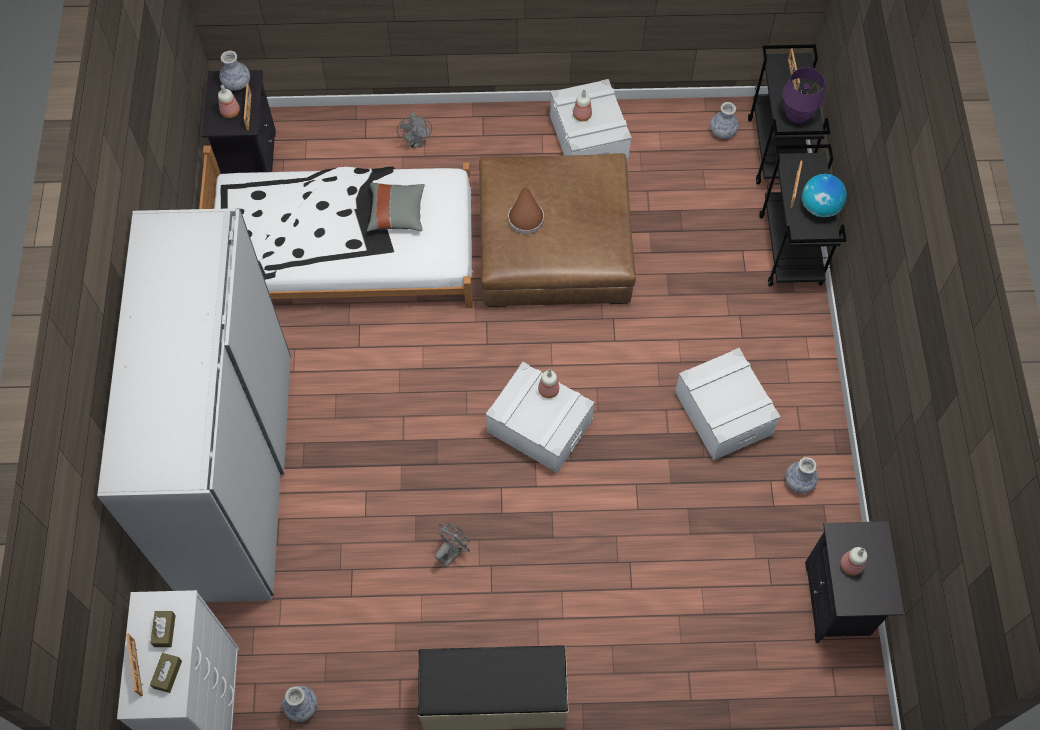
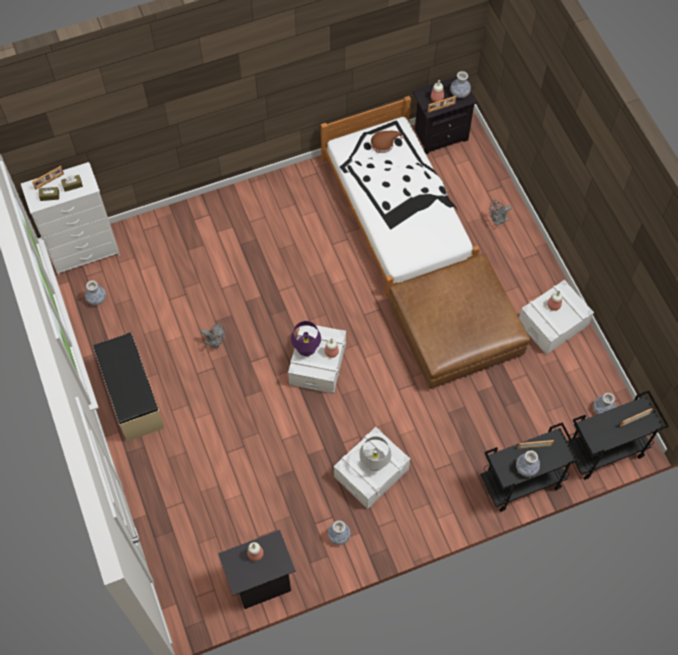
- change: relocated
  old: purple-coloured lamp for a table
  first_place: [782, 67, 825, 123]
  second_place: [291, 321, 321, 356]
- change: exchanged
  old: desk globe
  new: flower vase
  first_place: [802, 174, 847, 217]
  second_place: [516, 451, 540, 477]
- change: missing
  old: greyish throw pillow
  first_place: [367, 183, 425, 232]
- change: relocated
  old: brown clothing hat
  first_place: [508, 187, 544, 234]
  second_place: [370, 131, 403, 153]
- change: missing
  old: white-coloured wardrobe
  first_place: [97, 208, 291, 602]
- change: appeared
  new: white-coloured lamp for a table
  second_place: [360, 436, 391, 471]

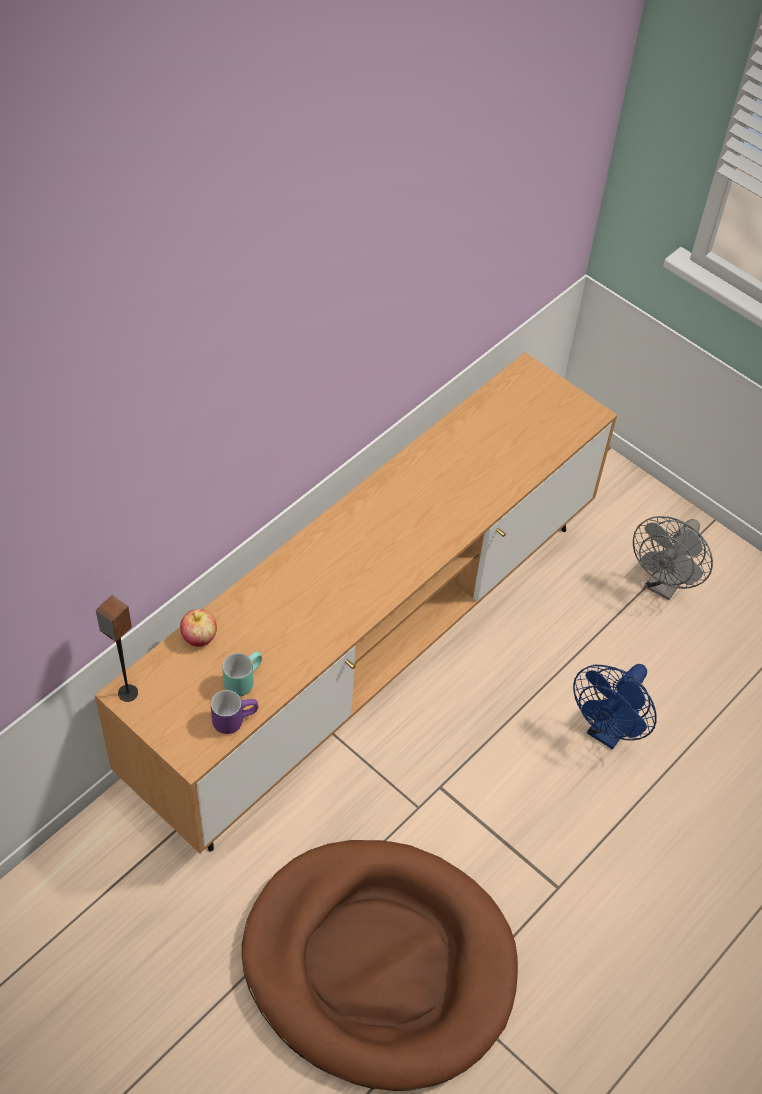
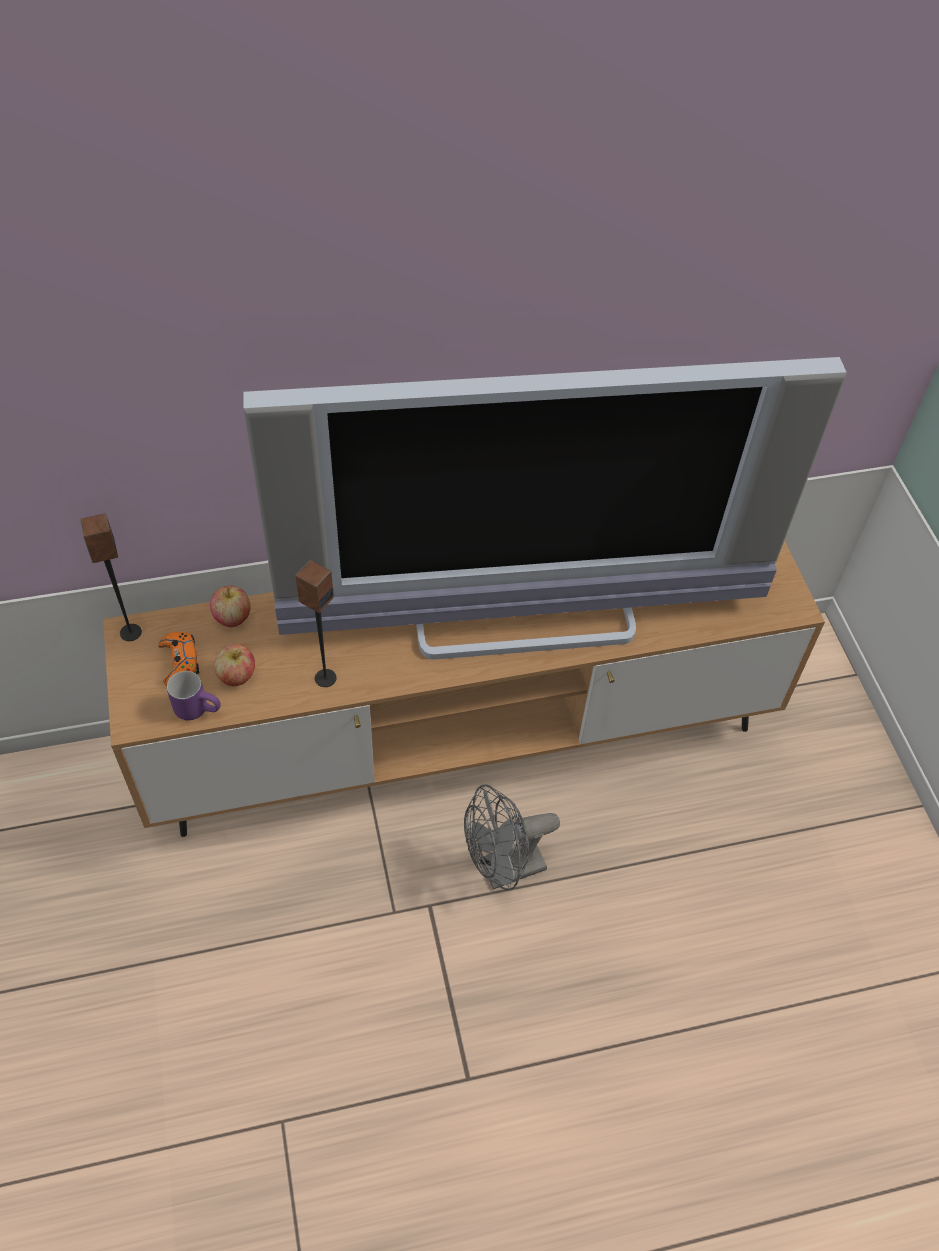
- change: relocated
  old: greyish electric fan
  first_place: [633, 516, 713, 600]
  second_place: [464, 784, 560, 890]
- change: exchanged
  old: turquoise-coloured mug
  new: apple
  first_place: [222, 652, 262, 697]
  second_place: [214, 644, 255, 686]
- change: missing
  old: blue-coloured electric fan
  first_place: [573, 664, 657, 749]
- change: missing
  old: brown pet bed
  first_place: [242, 840, 518, 1091]
- change: appeared
  new: television
  second_place: [243, 357, 847, 660]
- change: appeared
  new: loudspeaker
  second_place: [295, 560, 336, 687]
- change: appeared
  new: orangey gamepad
  second_place: [158, 632, 199, 686]

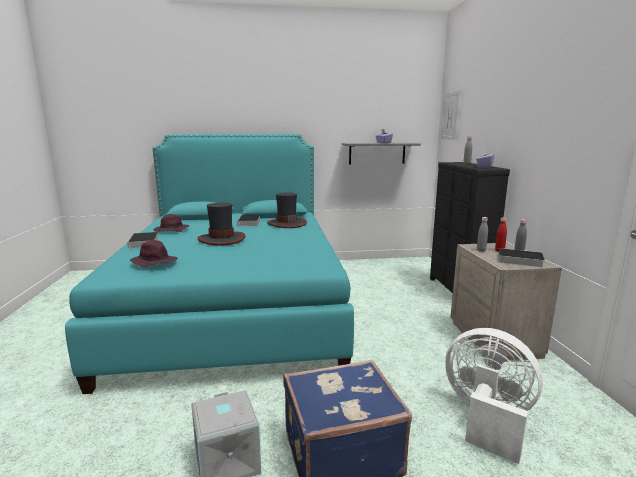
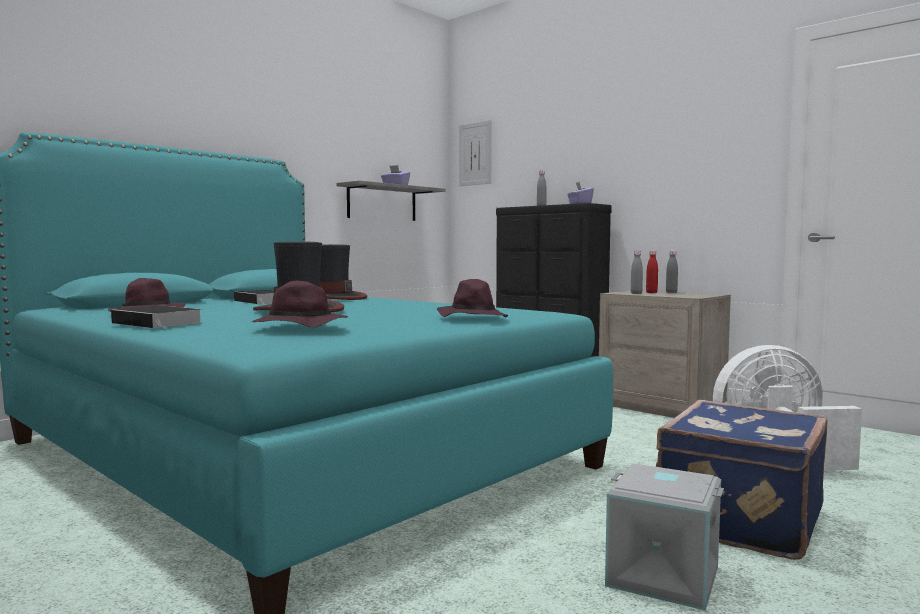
- change: missing
  old: bound book
  first_place: [494, 248, 545, 268]
- change: appeared
  new: purple-coloured clothing hat
  second_place: [437, 279, 508, 317]

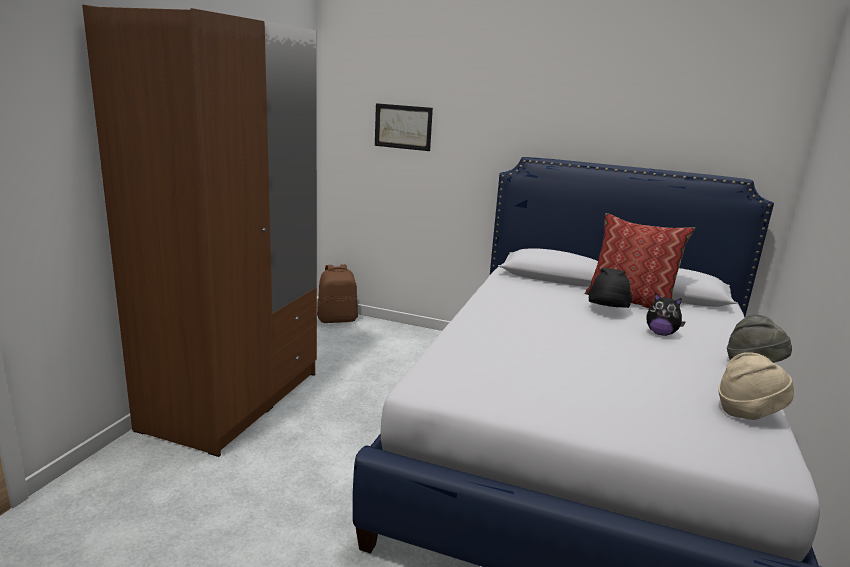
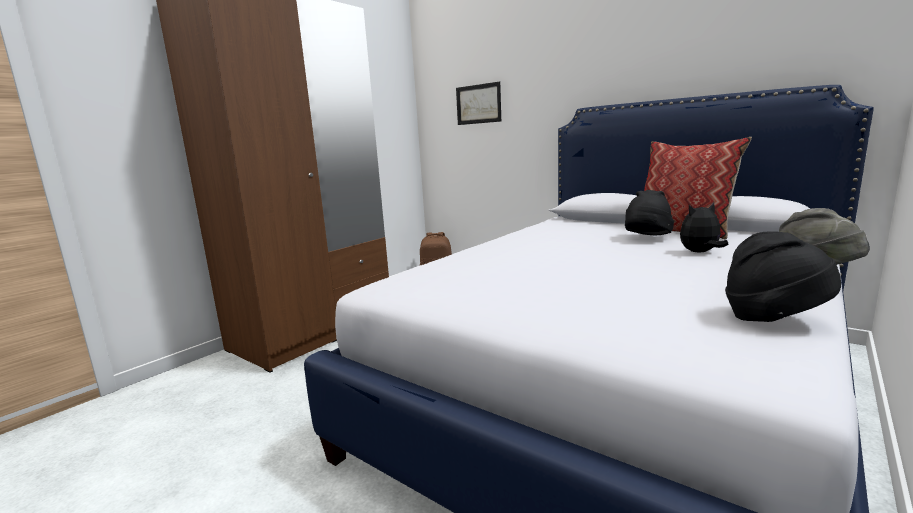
- change: spun
  old: cuddly toy
  first_place: [646, 293, 685, 336]
  second_place: [680, 203, 729, 252]
  degrees: 120
- change: colour
  old: beige-coloured clothing hat
  new: black-coloured clothing hat
  first_place: [718, 352, 794, 420]
  second_place: [725, 231, 841, 322]

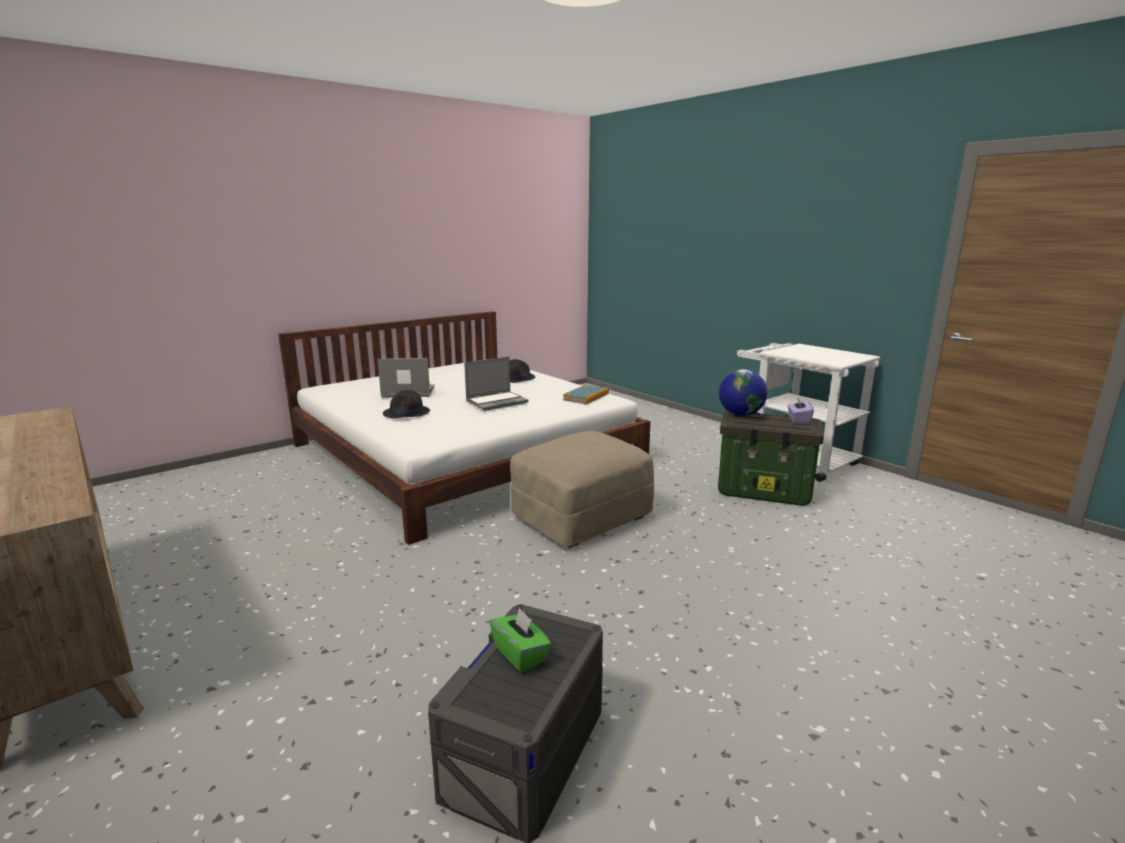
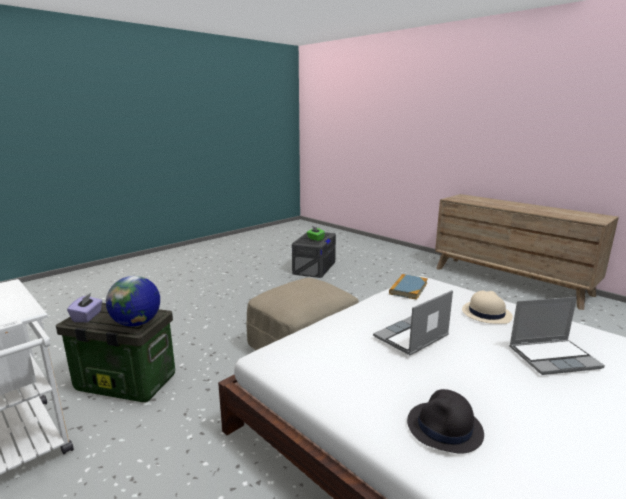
- change: relocated
  old: bound book
  first_place: [563, 385, 609, 404]
  second_place: [389, 274, 428, 300]
- change: colour
  old: black-coloured clothing hat
  new: beige-coloured clothing hat
  first_place: [383, 390, 430, 418]
  second_place: [462, 291, 513, 324]

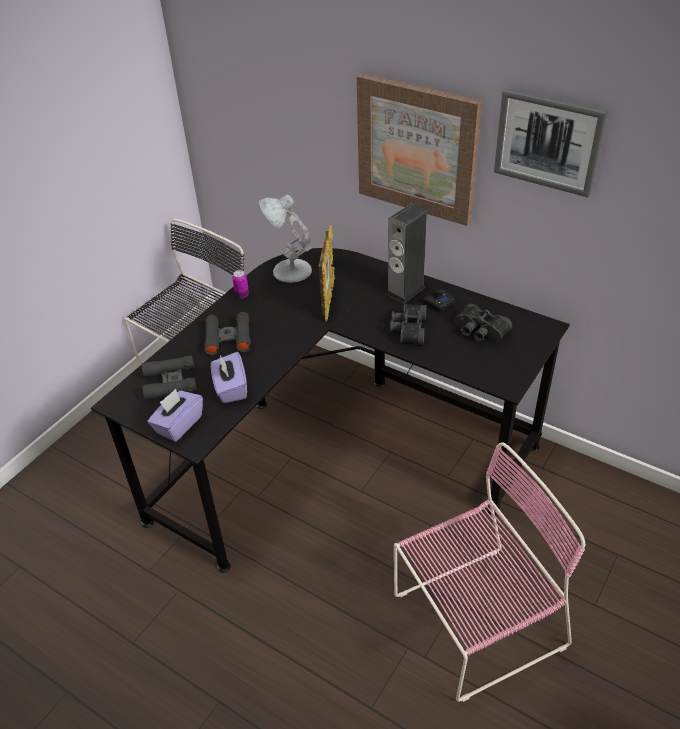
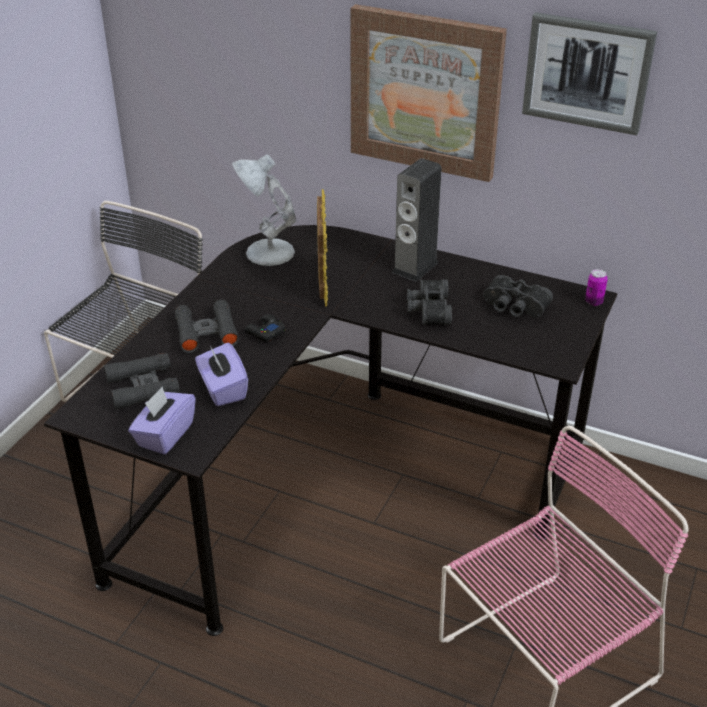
- change: relocated
  old: can
  first_place: [232, 270, 249, 298]
  second_place: [585, 269, 608, 306]
- change: relocated
  old: black-coloured gamepad
  first_place: [422, 289, 455, 310]
  second_place: [244, 314, 286, 342]

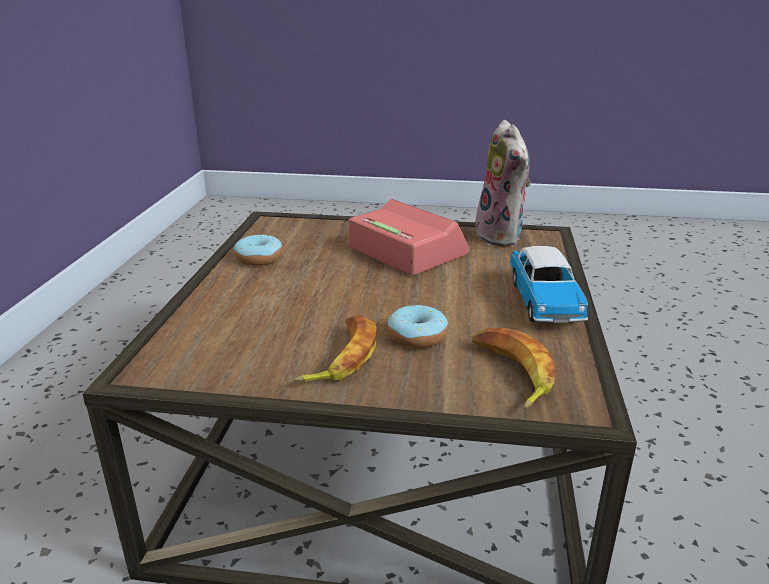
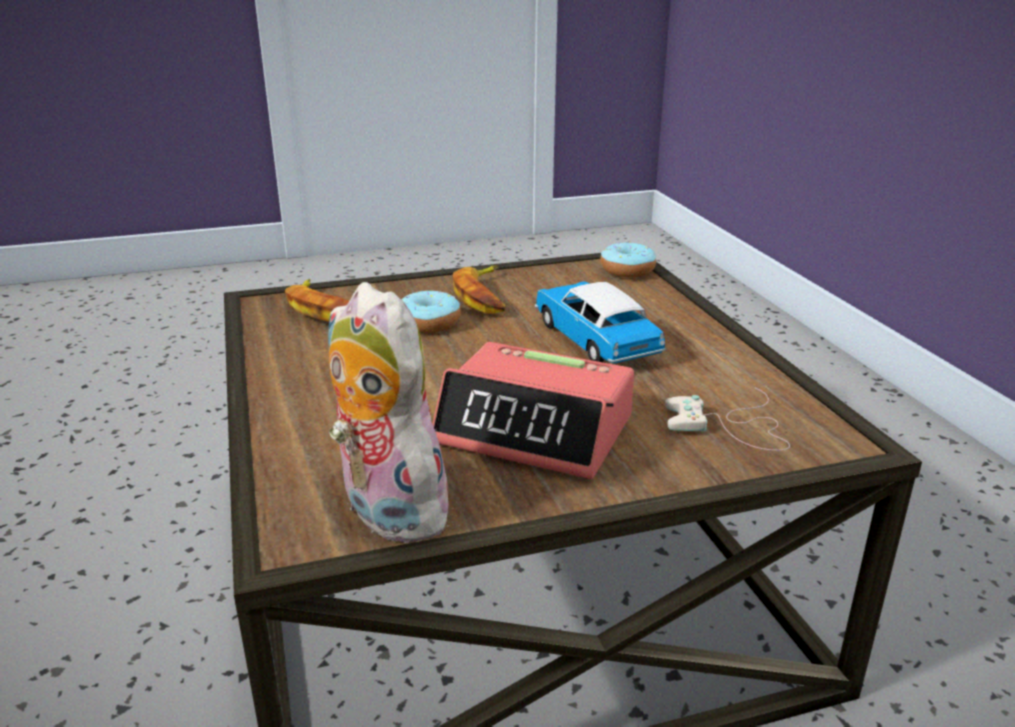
- change: relocated
  old: doughnut
  first_place: [234, 234, 283, 266]
  second_place: [600, 242, 656, 277]
- change: relocated
  old: model car
  first_place: [510, 246, 588, 323]
  second_place: [535, 281, 666, 364]
- change: appeared
  new: white-coloured gamepad
  second_place: [665, 387, 790, 451]

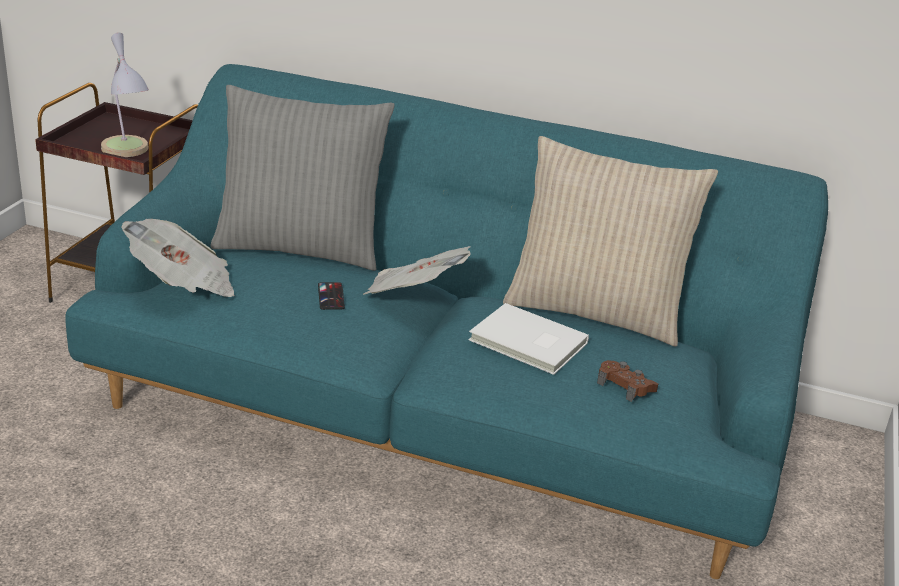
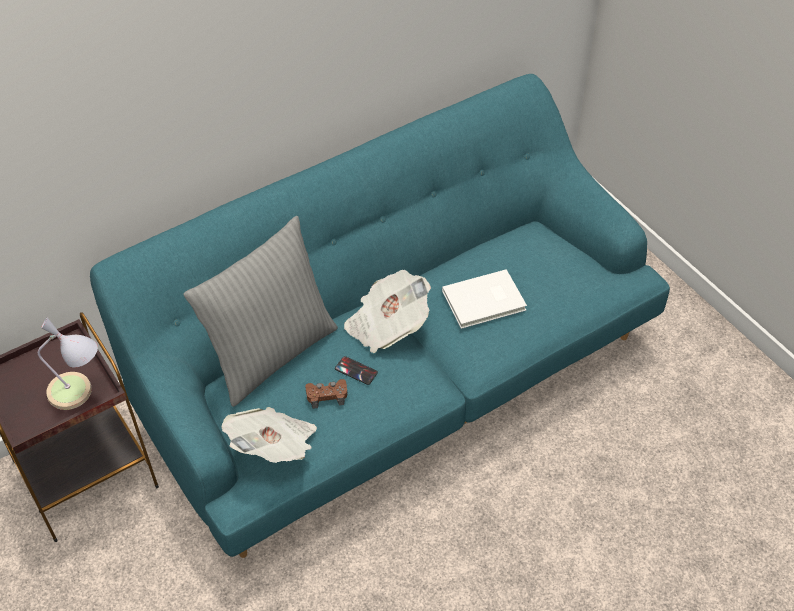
- change: missing
  old: beige-coloured throw pillow
  first_place: [503, 136, 718, 347]
- change: relocated
  old: brown gamepad
  first_place: [597, 360, 658, 402]
  second_place: [305, 379, 347, 409]

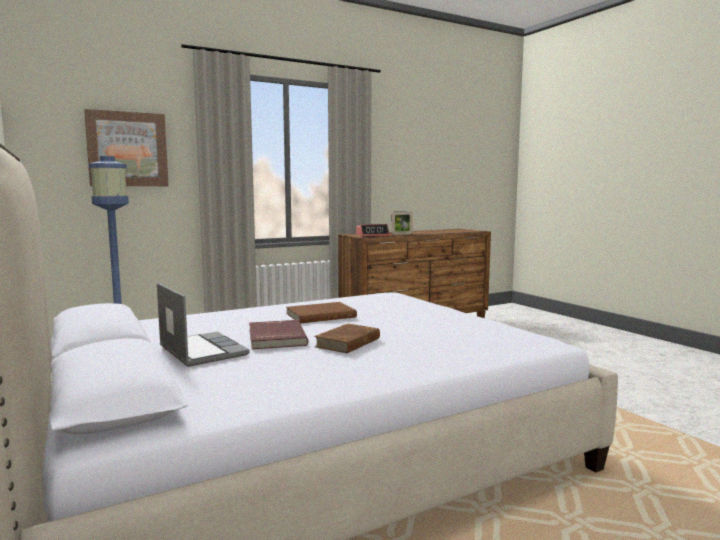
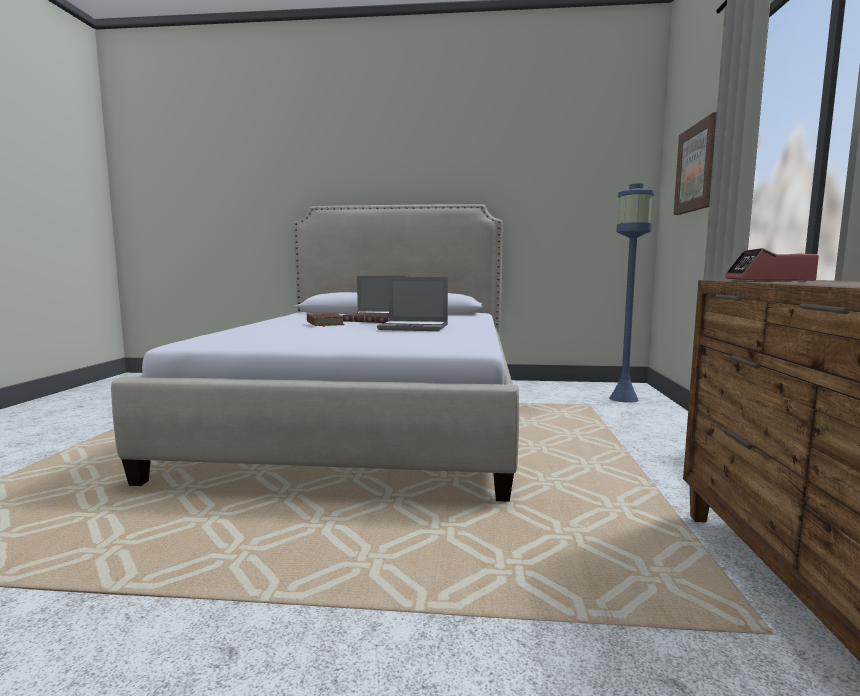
- change: missing
  old: picture frame
  first_place: [391, 211, 413, 235]
- change: exchanged
  old: brown bound book
  new: notebook computer
  first_place: [286, 302, 357, 323]
  second_place: [377, 277, 448, 331]

